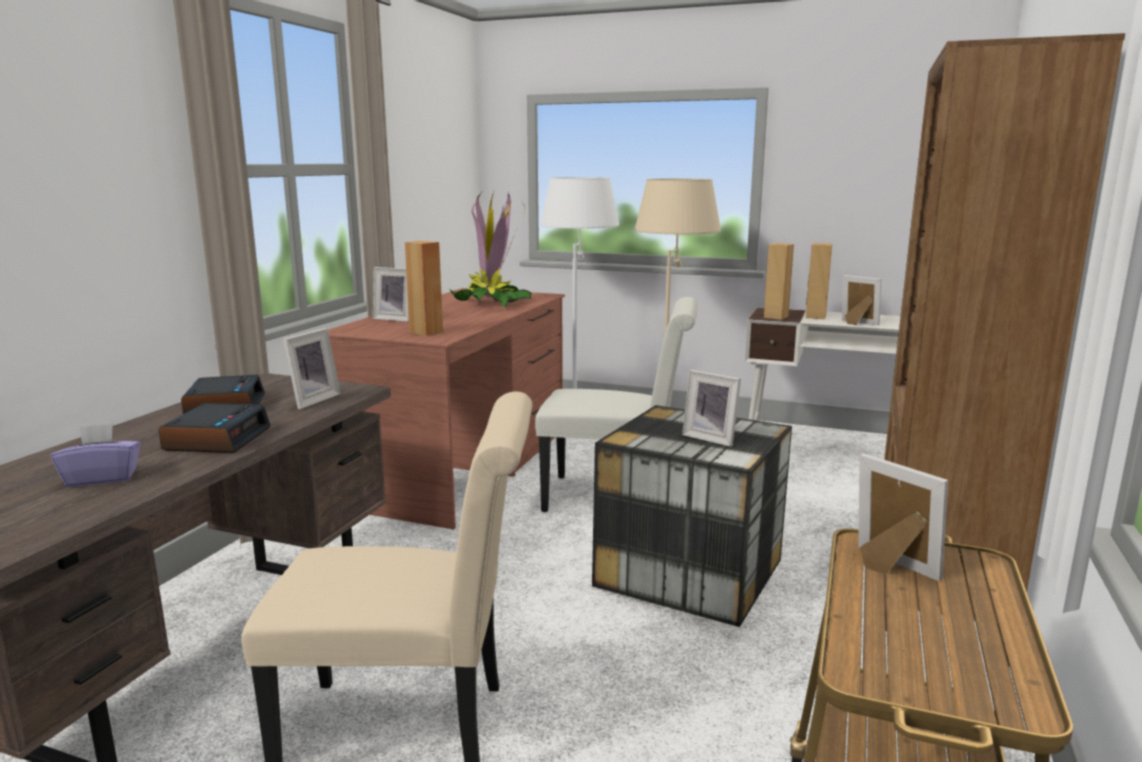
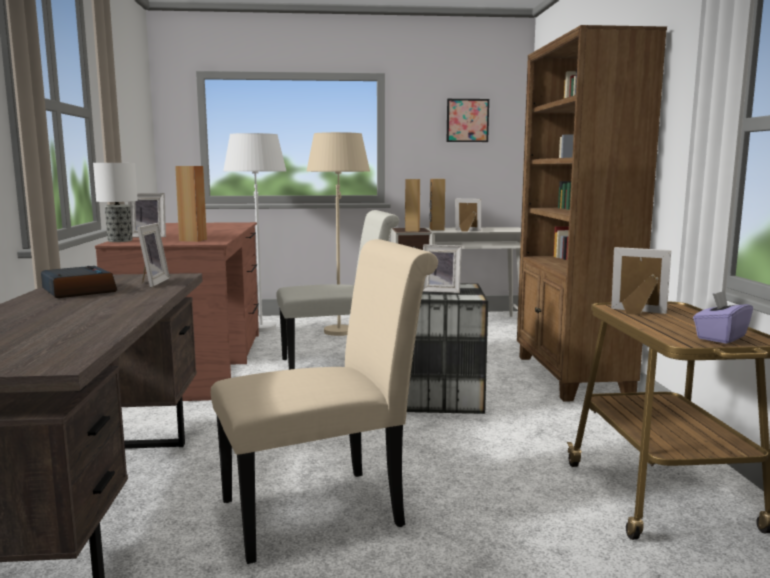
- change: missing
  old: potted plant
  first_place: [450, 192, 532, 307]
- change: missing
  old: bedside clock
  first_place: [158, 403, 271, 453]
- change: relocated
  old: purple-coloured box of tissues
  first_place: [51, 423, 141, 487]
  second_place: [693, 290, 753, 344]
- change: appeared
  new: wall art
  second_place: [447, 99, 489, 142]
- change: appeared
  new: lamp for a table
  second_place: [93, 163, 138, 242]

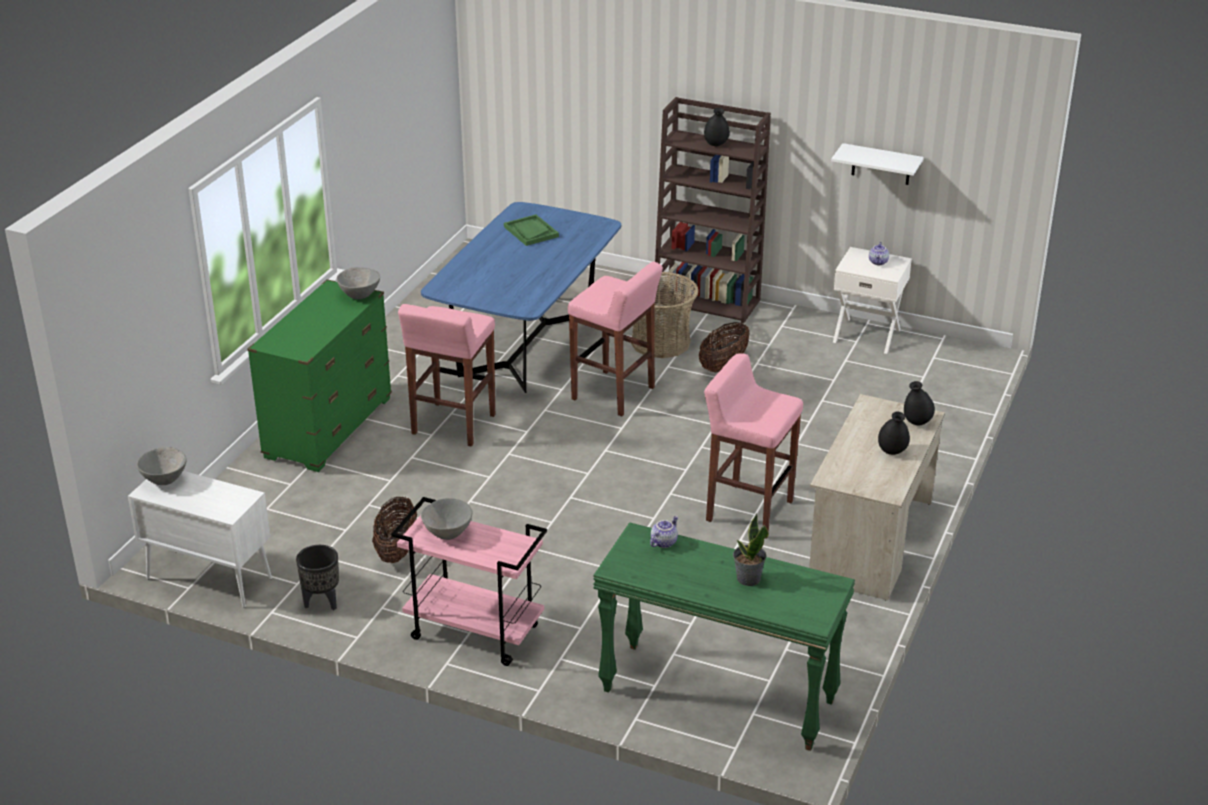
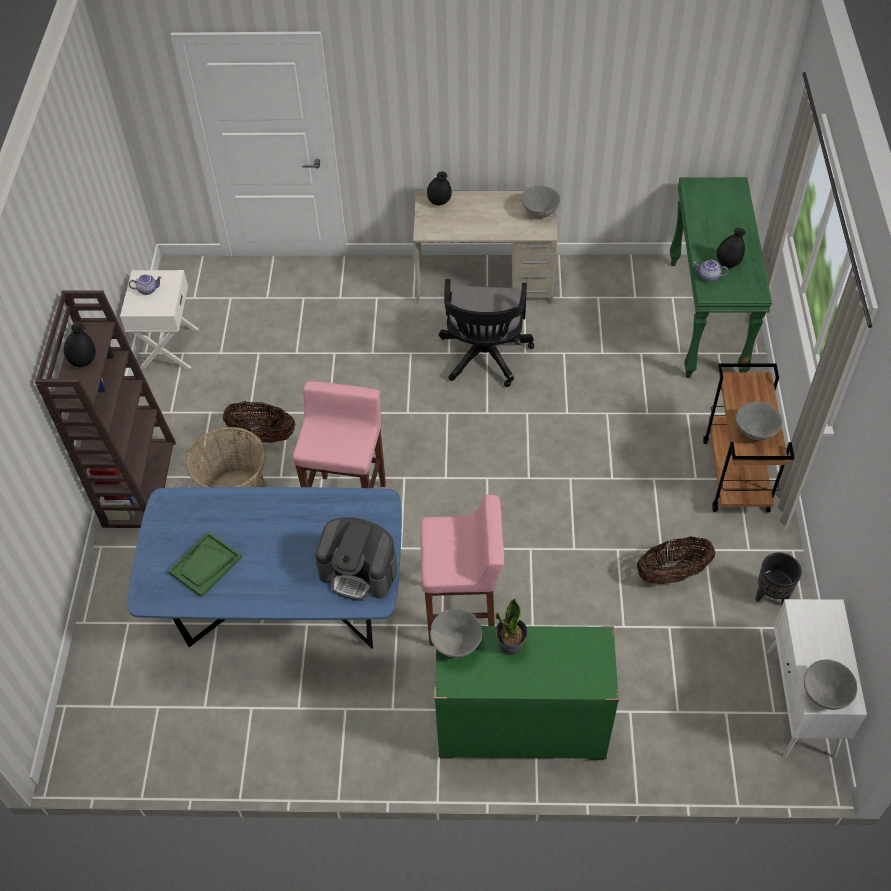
- change: missing
  old: white-coloured bracket shelf
  first_place: [831, 143, 924, 185]
- change: exchanged
  old: pinkish stool
  new: black-coloured desk chair
  first_place: [704, 353, 803, 539]
  second_place: [439, 279, 534, 387]
- change: relocated
  old: black-coloured flower vase
  first_place: [878, 412, 910, 455]
  second_place: [717, 228, 746, 268]
- change: colour
  old: pinkish cart
  new: brown cart
  first_place: [391, 497, 547, 666]
  second_place: [703, 364, 795, 512]
- change: relocated
  old: potted plant
  first_place: [733, 513, 769, 586]
  second_place: [496, 599, 528, 655]
- change: appeared
  new: greyish bowl
  second_place: [521, 186, 560, 218]
- change: appeared
  new: coffee maker
  second_place: [315, 517, 398, 601]

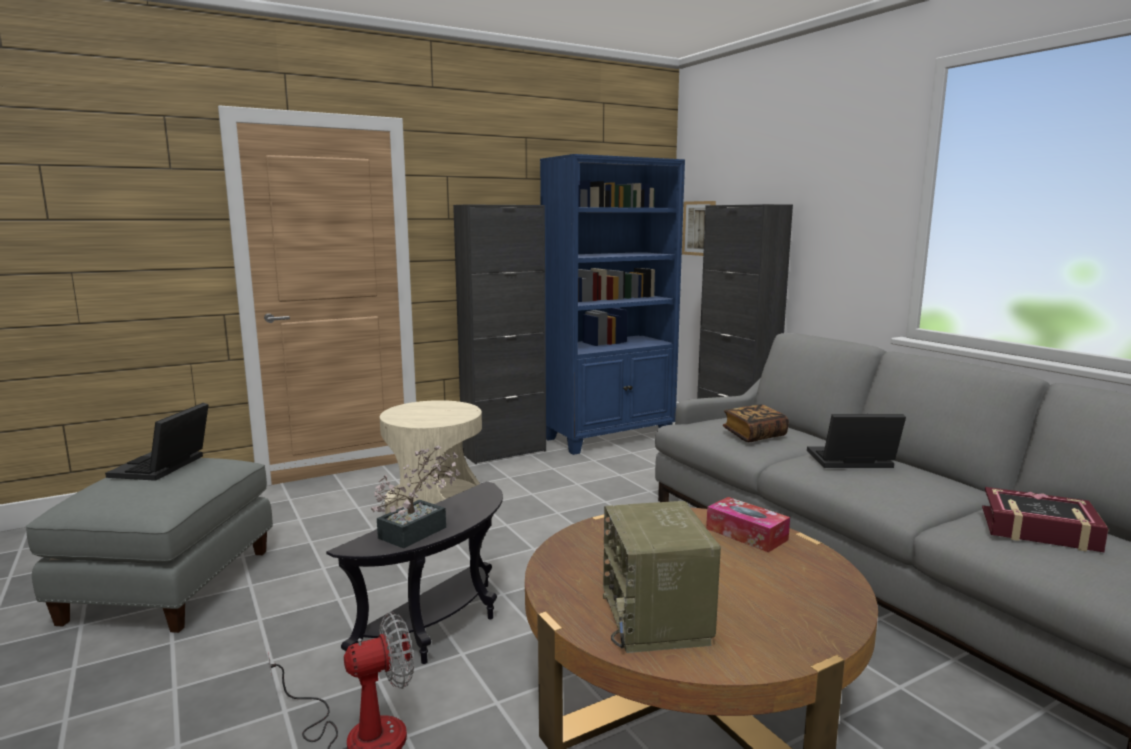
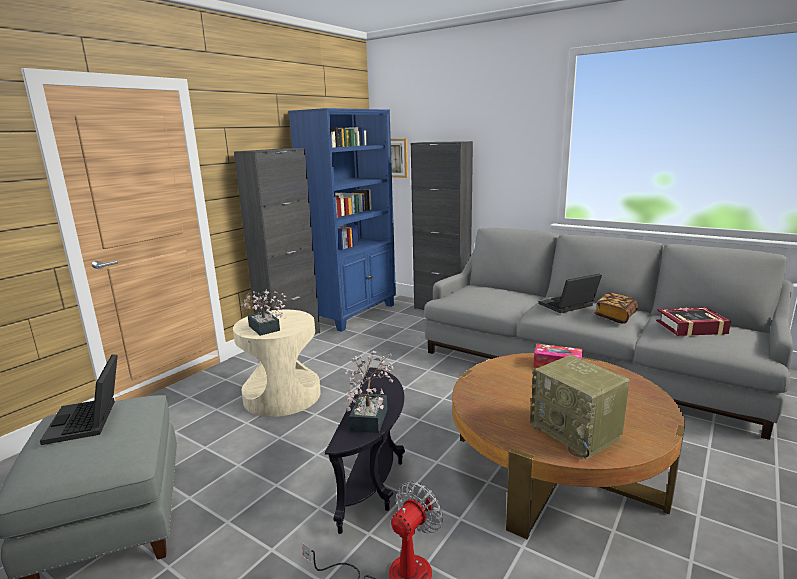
- change: relocated
  old: bound book
  first_place: [723, 404, 789, 442]
  second_place: [594, 292, 638, 324]
- change: appeared
  new: potted plant
  second_place: [241, 290, 287, 336]

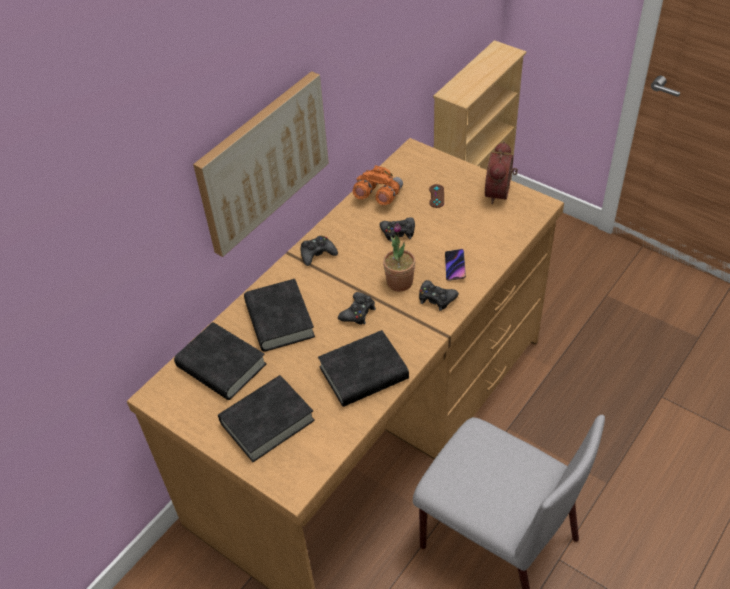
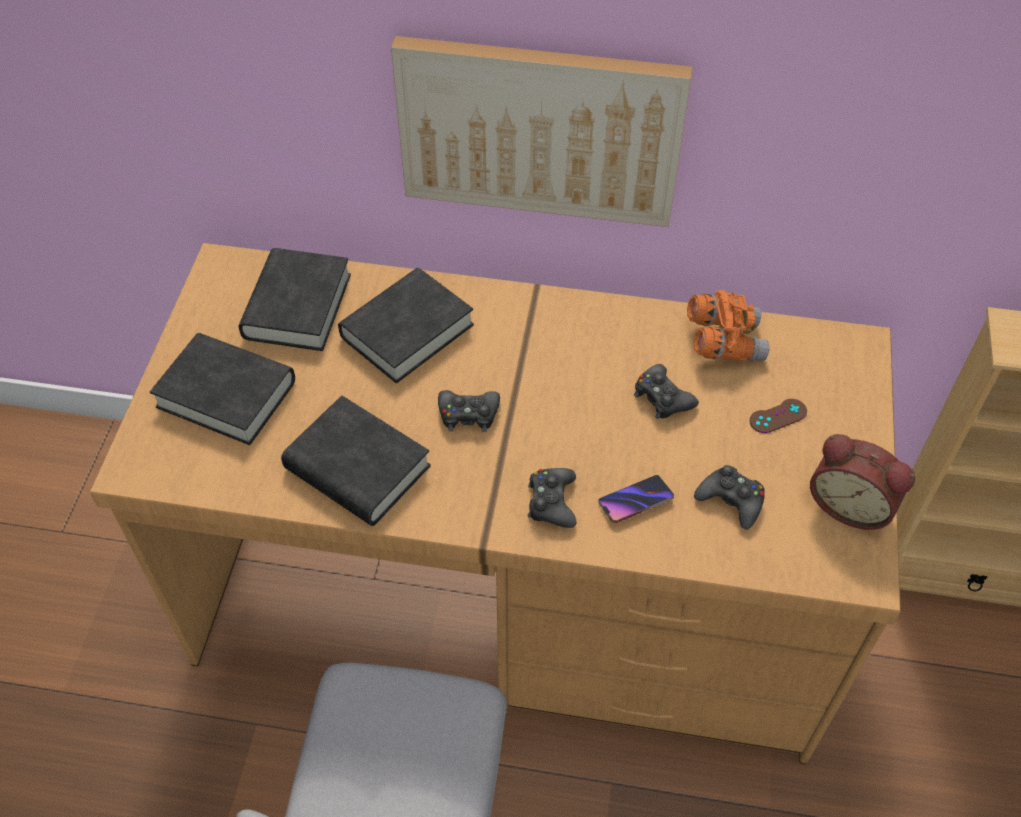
- change: spun
  old: bedside clock
  first_place: [485, 141, 518, 204]
  second_place: [810, 434, 915, 530]
  degrees: -135
- change: missing
  old: potted plant
  first_place: [383, 223, 416, 291]
- change: relocated
  old: black-coloured gamepad
  first_place: [300, 236, 338, 266]
  second_place: [694, 465, 765, 530]

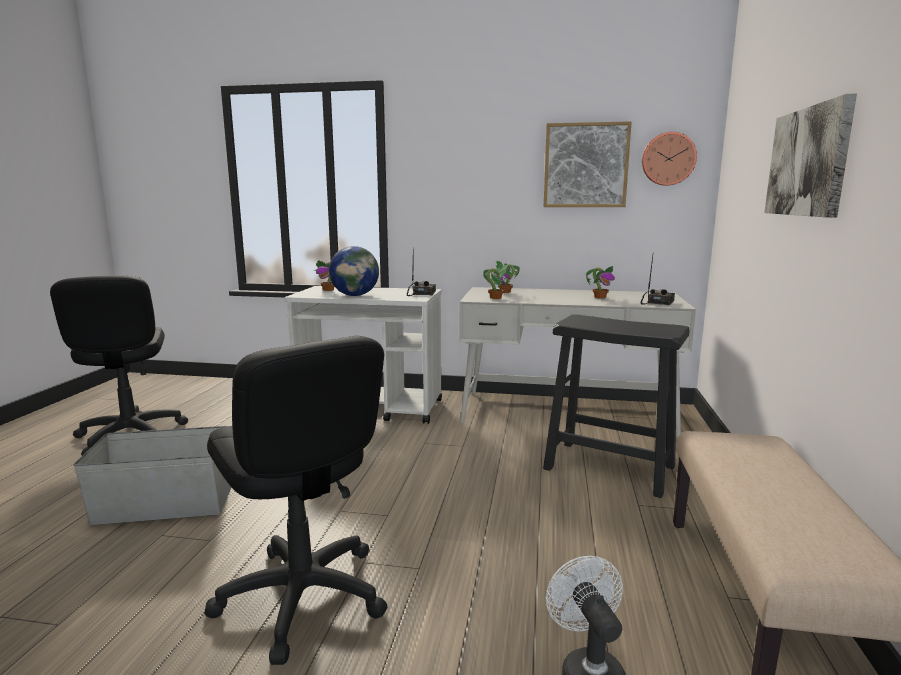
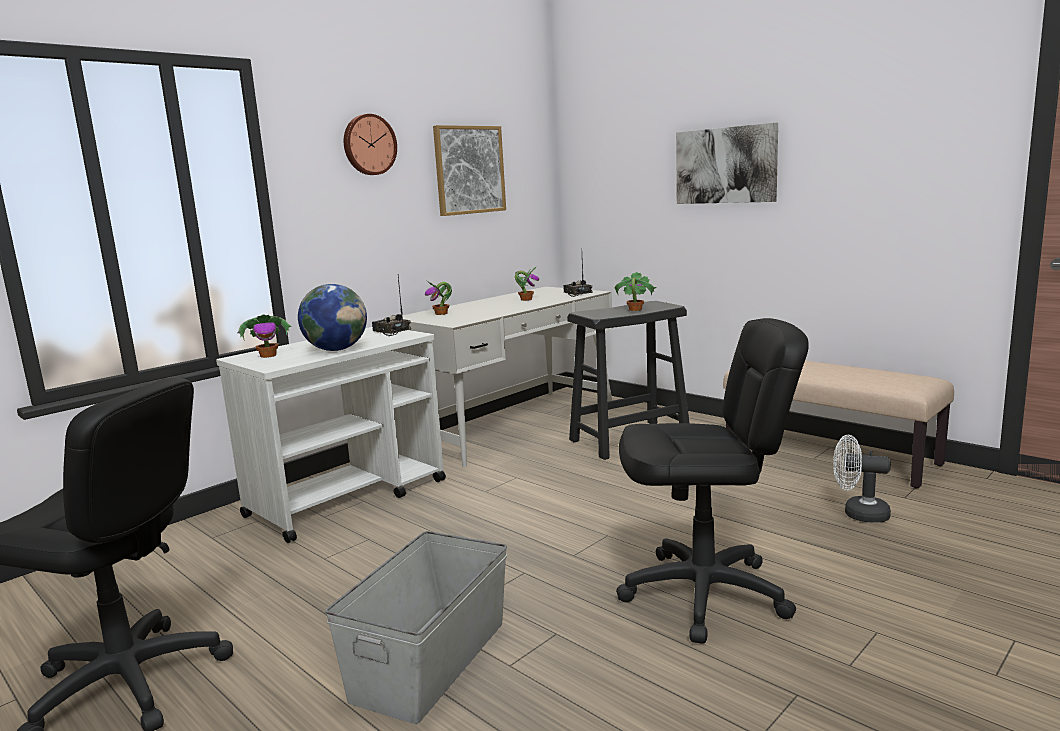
- change: relocated
  old: hanging clock
  first_place: [642, 132, 697, 186]
  second_place: [344, 114, 397, 175]
- change: relocated
  old: potted plant
  first_place: [483, 265, 510, 299]
  second_place: [615, 272, 656, 311]

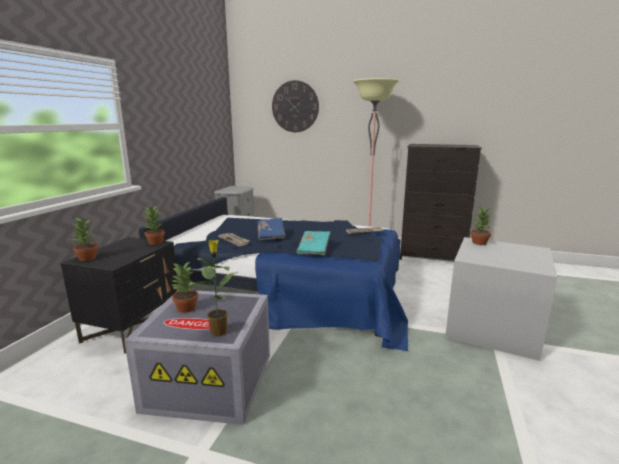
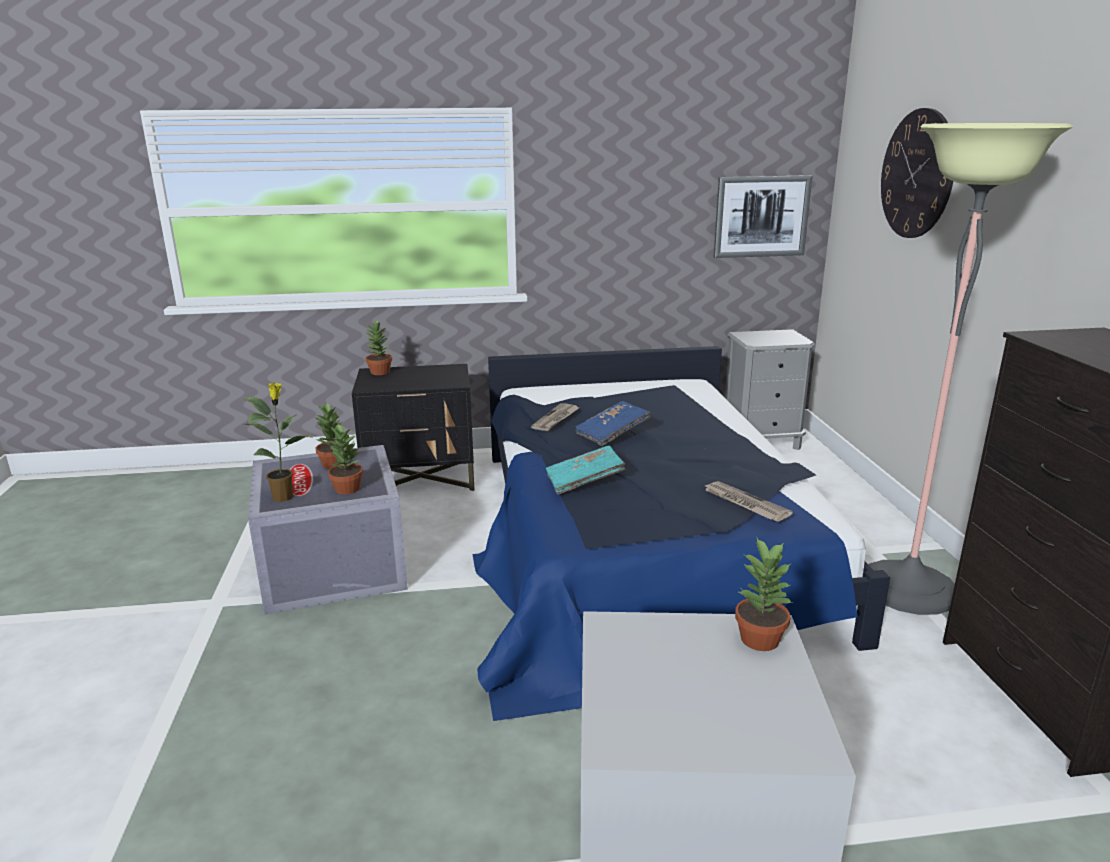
- change: relocated
  old: potted plant
  first_place: [144, 206, 165, 245]
  second_place: [327, 423, 363, 494]
- change: appeared
  new: wall art
  second_place: [714, 175, 812, 258]

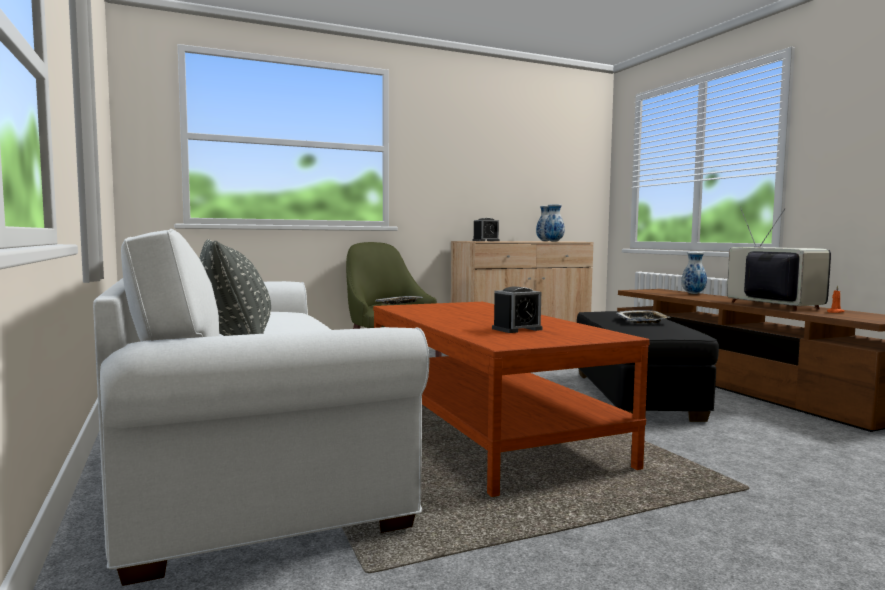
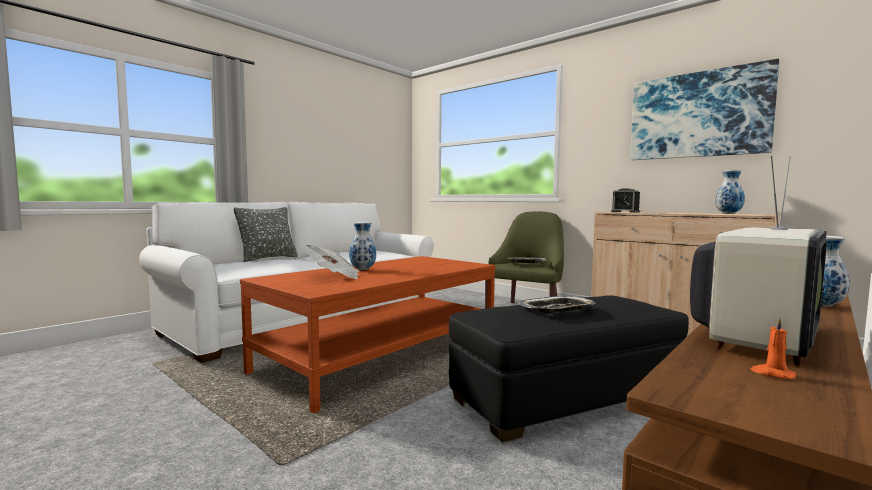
- change: relocated
  old: flower vase
  first_place: [544, 204, 565, 242]
  second_place: [349, 222, 376, 270]
- change: exchanged
  old: bedside clock
  new: printed paper
  first_place: [492, 286, 542, 333]
  second_place: [305, 244, 359, 279]
- change: appeared
  new: wall art
  second_place: [630, 59, 779, 160]

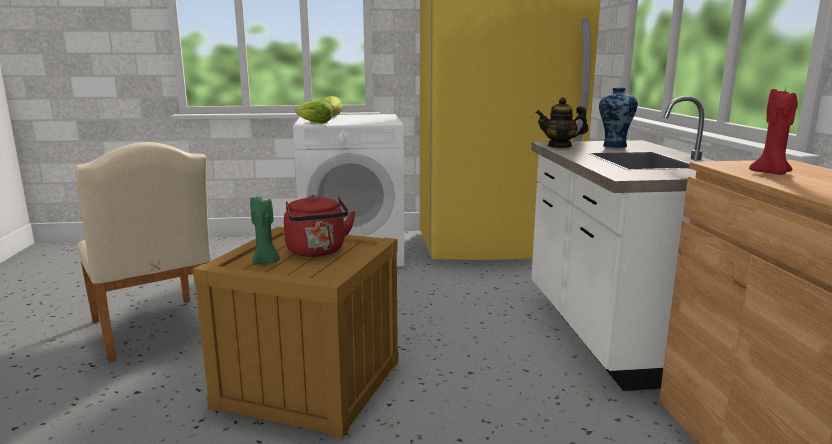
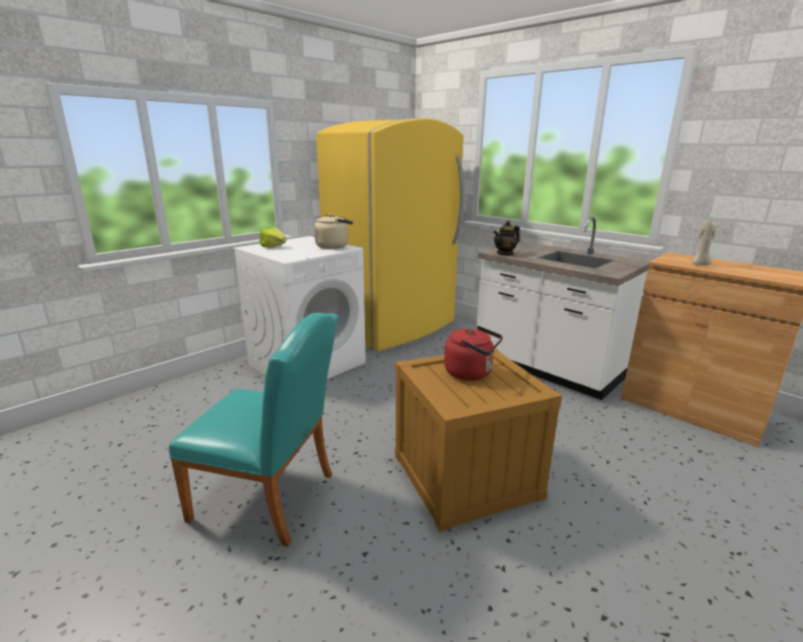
- change: missing
  old: flower vase
  first_place: [599, 88, 638, 148]
- change: colour
  old: red-coloured wax candle
  new: beige-coloured wax candle
  first_place: [749, 88, 798, 175]
  second_place: [692, 220, 718, 265]
- change: missing
  old: head of lettuce
  first_place: [296, 100, 332, 123]
- change: colour
  old: beige-coloured plain chair
  new: turquoise-coloured plain chair
  first_place: [75, 142, 210, 363]
  second_place: [169, 313, 339, 547]
- change: missing
  old: green wax candle
  first_place: [250, 196, 280, 265]
- change: appeared
  new: beige-coloured water kettle
  second_place: [314, 214, 353, 249]

